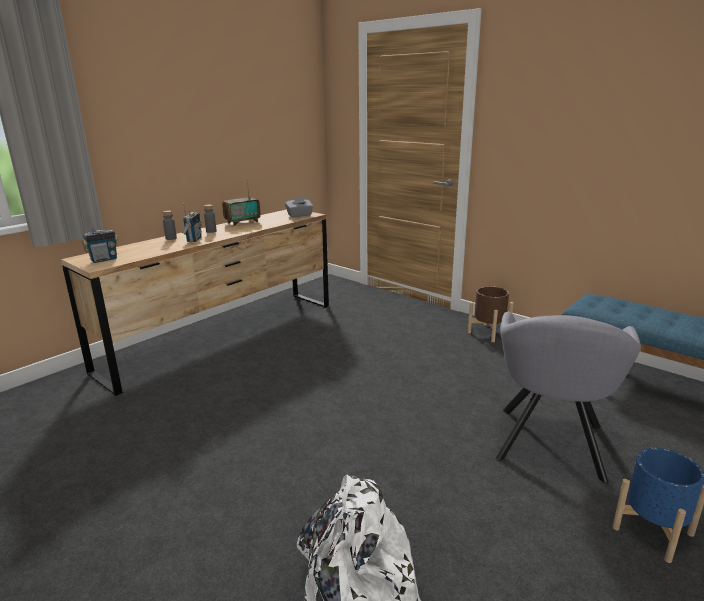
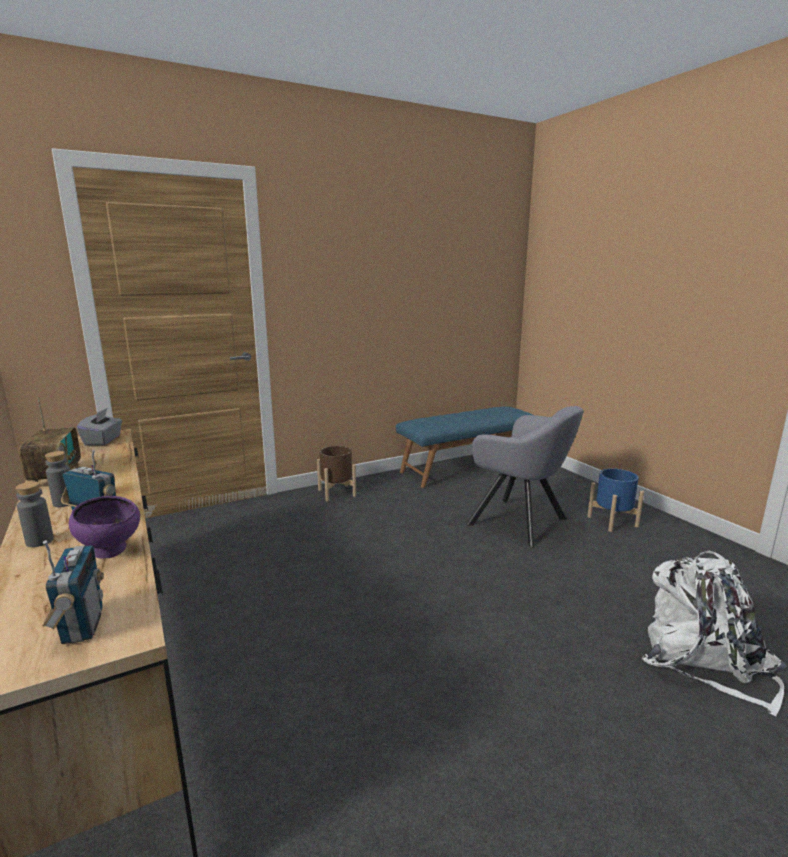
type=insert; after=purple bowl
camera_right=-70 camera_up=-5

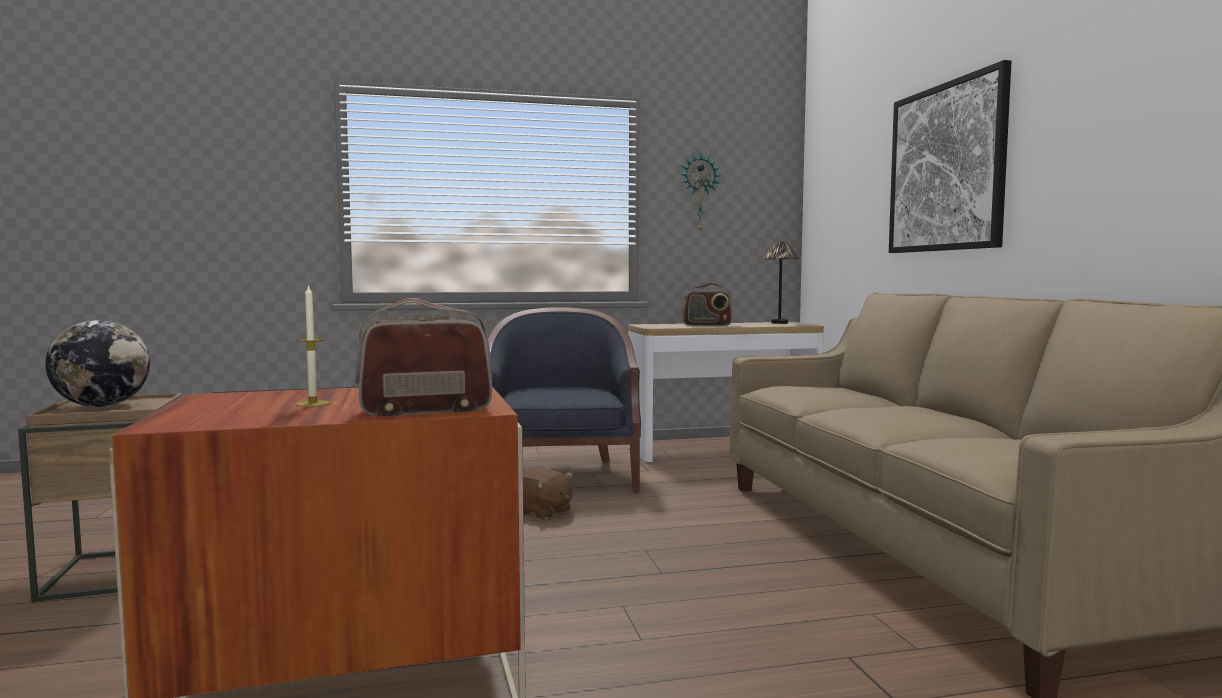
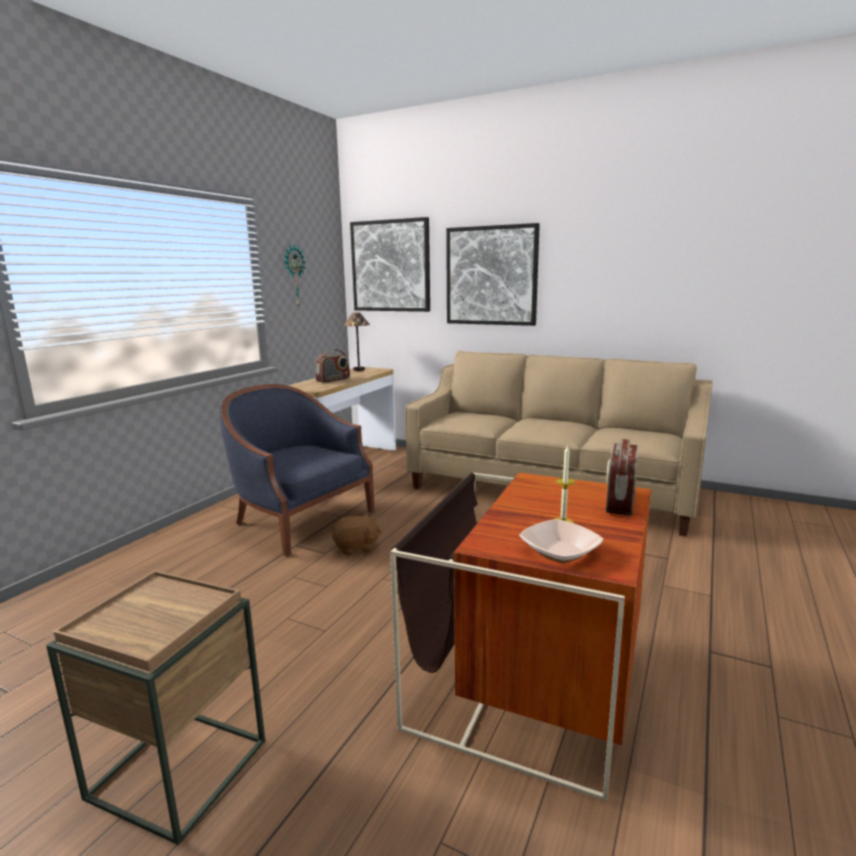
type=delete; before=globe
type=insert; after=picture (1st from left)
type=insert; after=bowl
camera_right=-50 camera_up=10

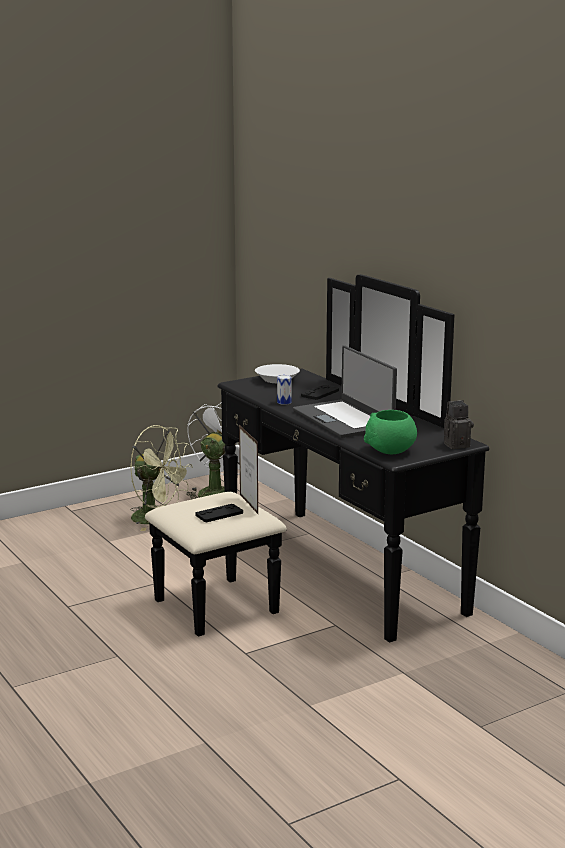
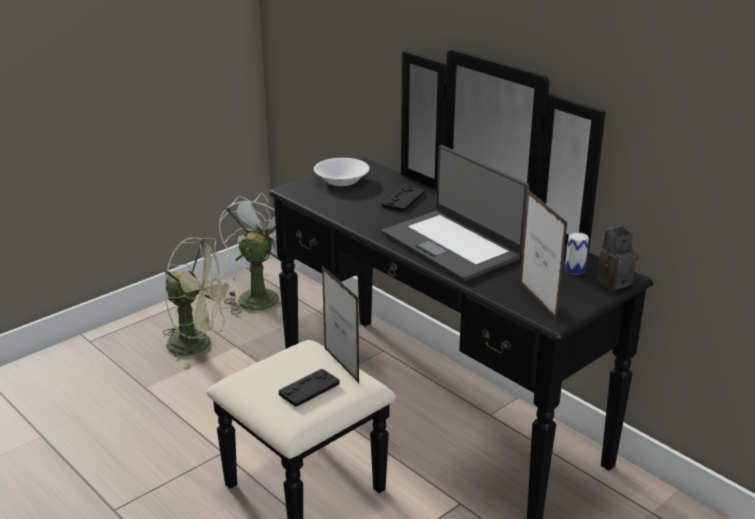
type=move; before=can
type=replace; before=green bowl; after=picture frame (2nd from left)
camera_right=-10 camera_up=10

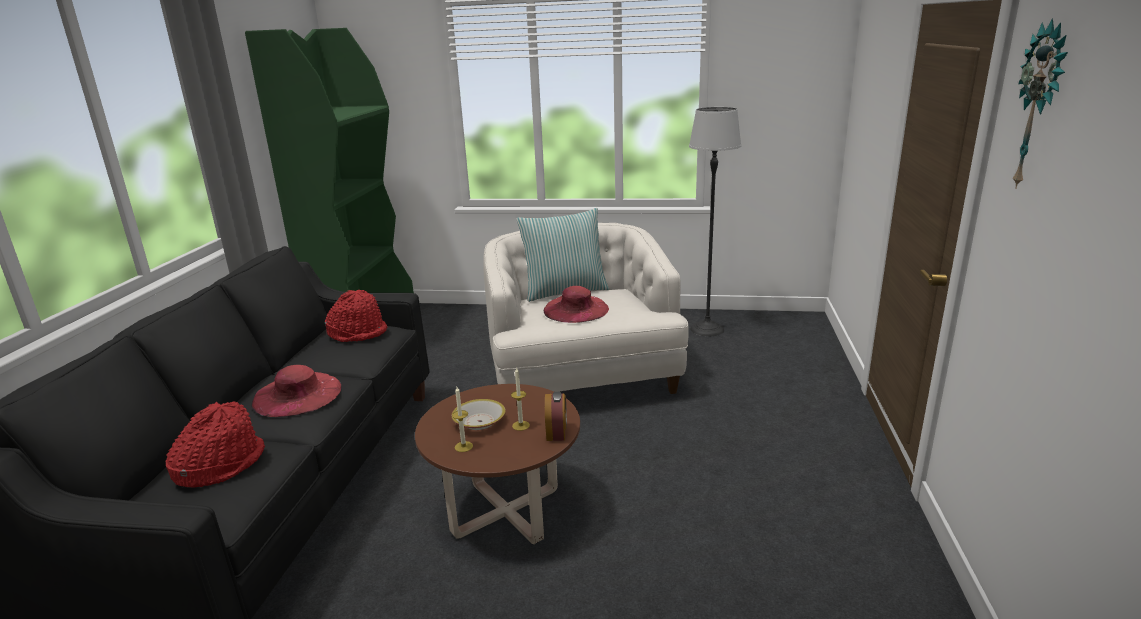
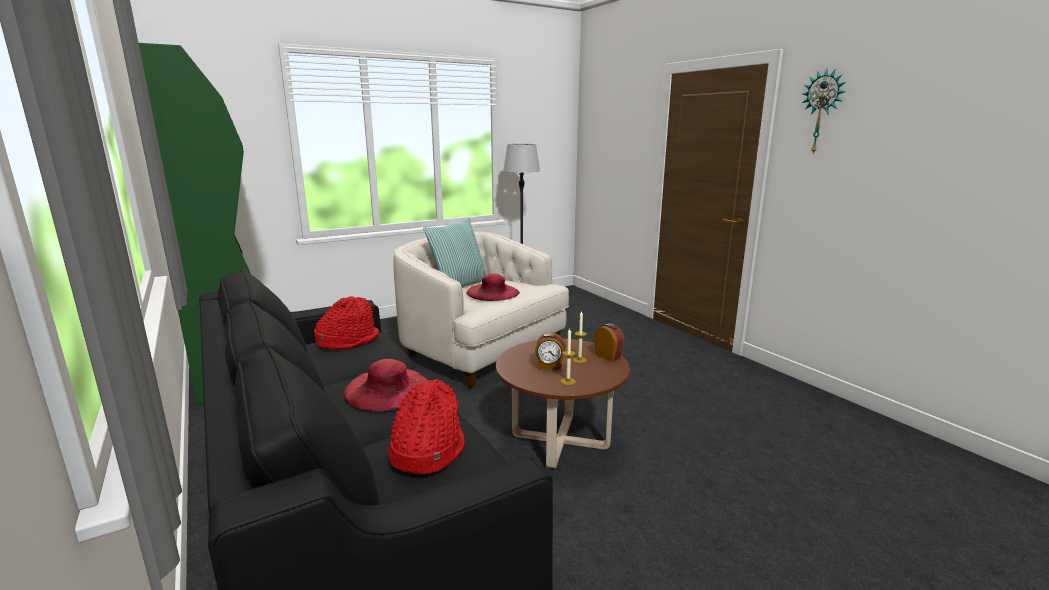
type=replace; before=bowl; after=alarm clock (1st from left)
camera_right=-40 camera_up=-5

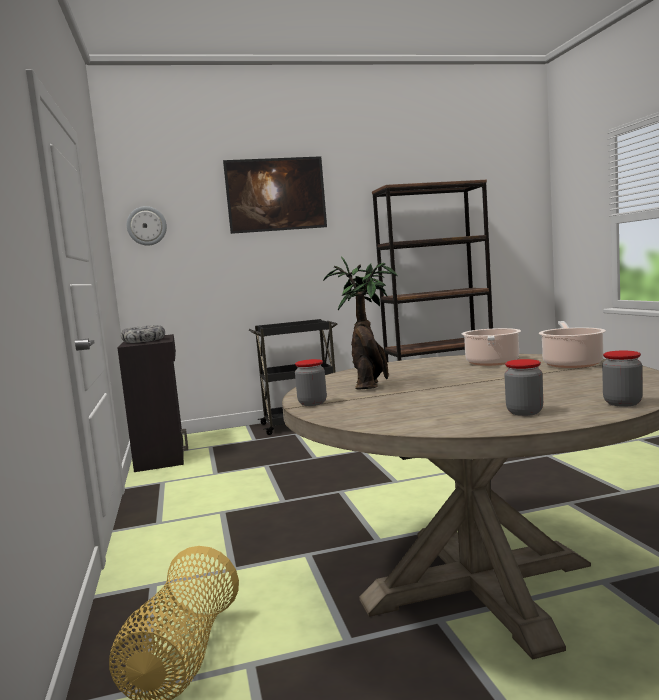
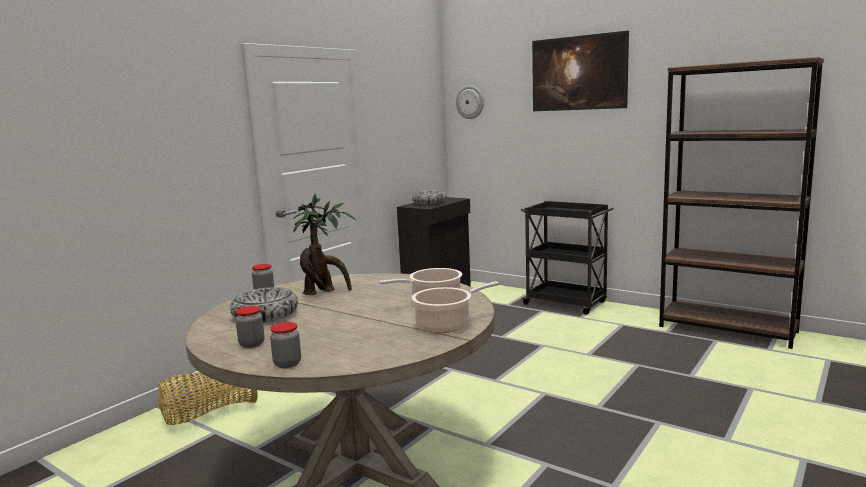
type=insert; after=bowl (1st from left)
camera_right=50 camera_up=5

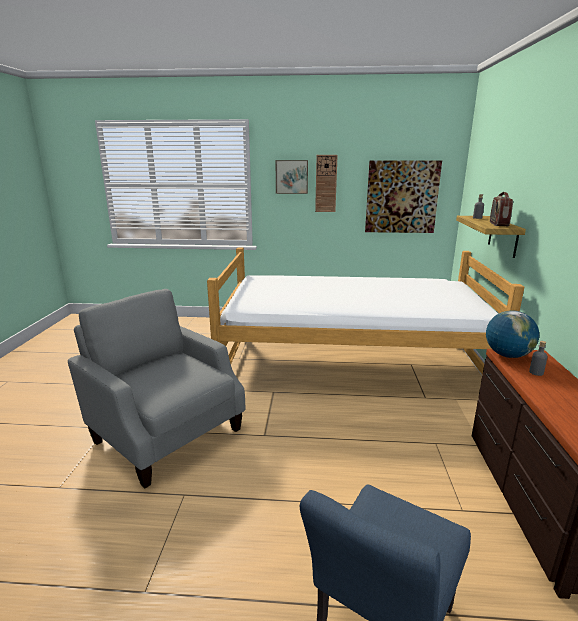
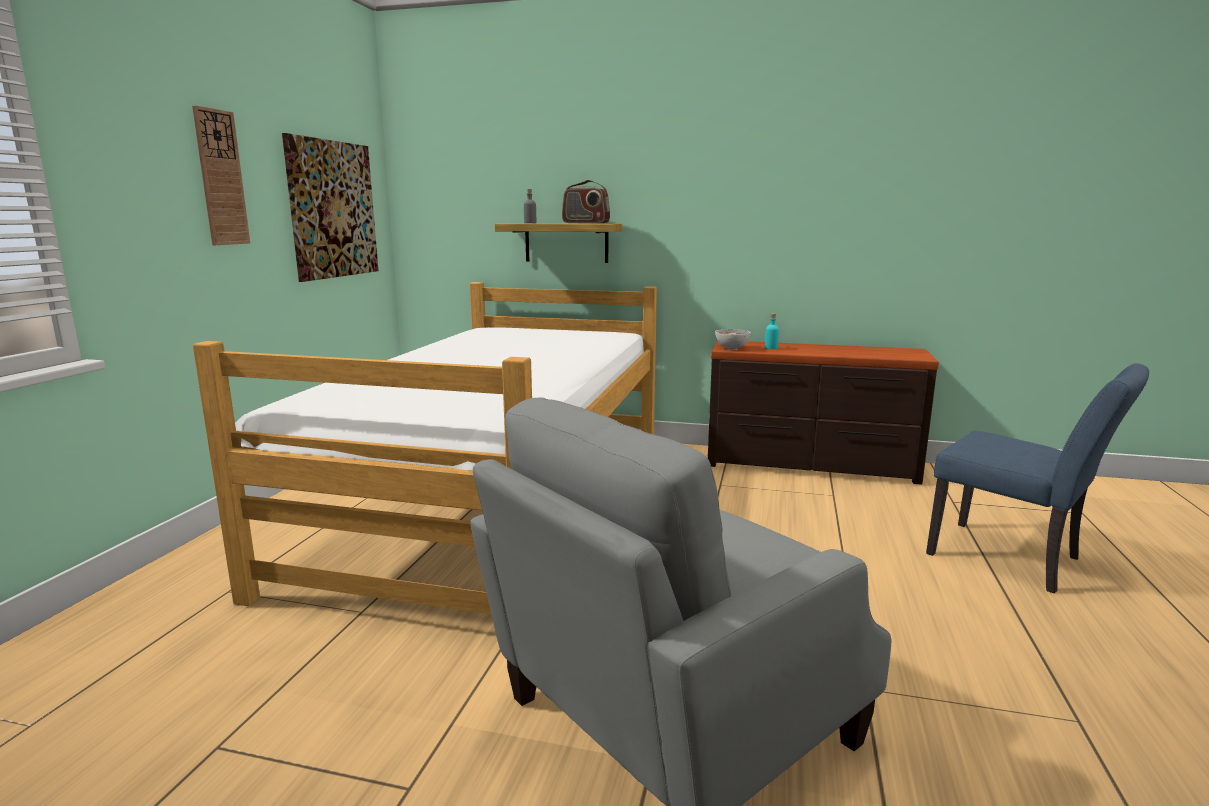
type=delete; before=picture (1st from left)
type=replace; before=globe; after=bowl
type=recolor; before=grey bottle (2nd from left); after=turquoise bottle
camera_right=-80 camera_up=-5

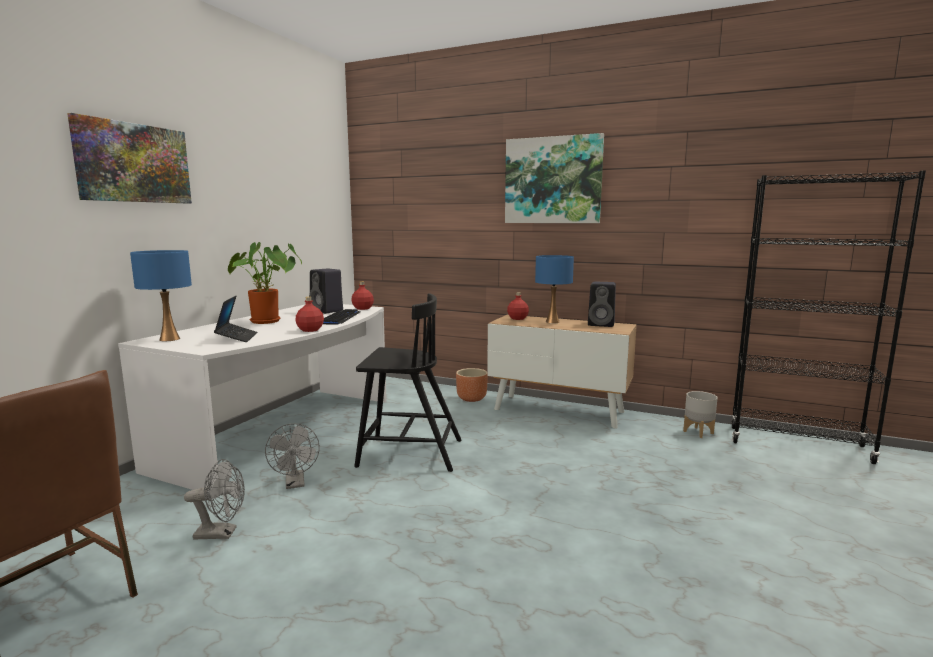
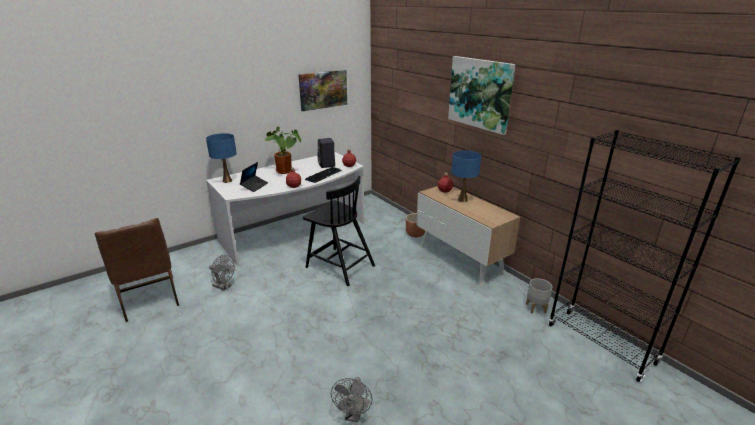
type=delete; before=black speaker (2nd from left)
type=move; before=picture (1st from left)
type=move; before=grey fan (2nd from left)
camera_right=30 camera_up=15

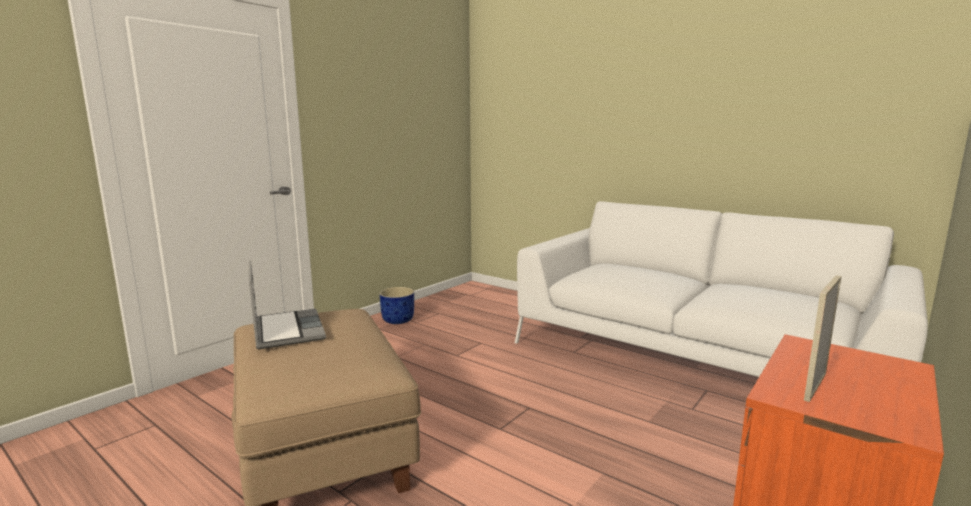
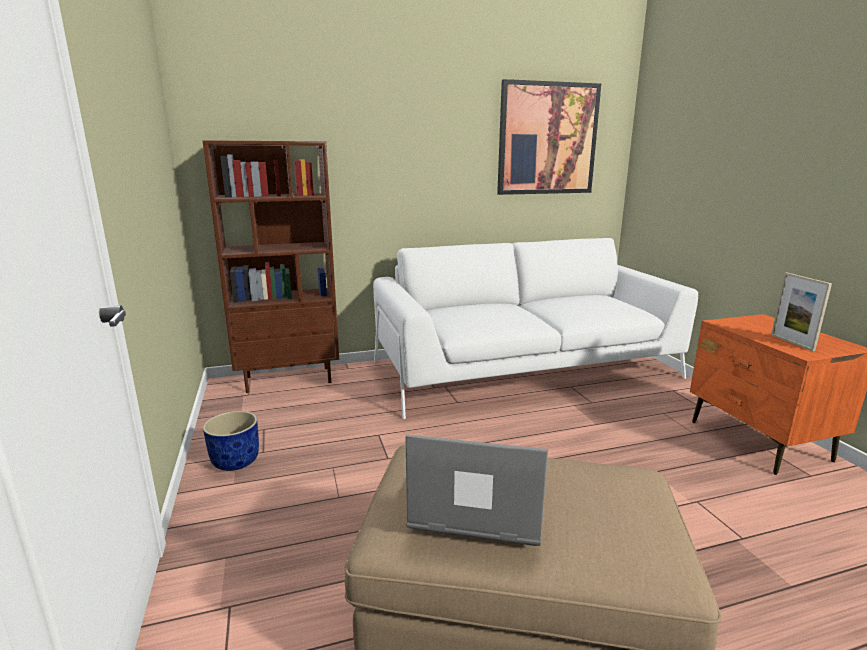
type=insert; after=brown bookcase
type=insert; after=picture
camera_right=-55 camera_up=5

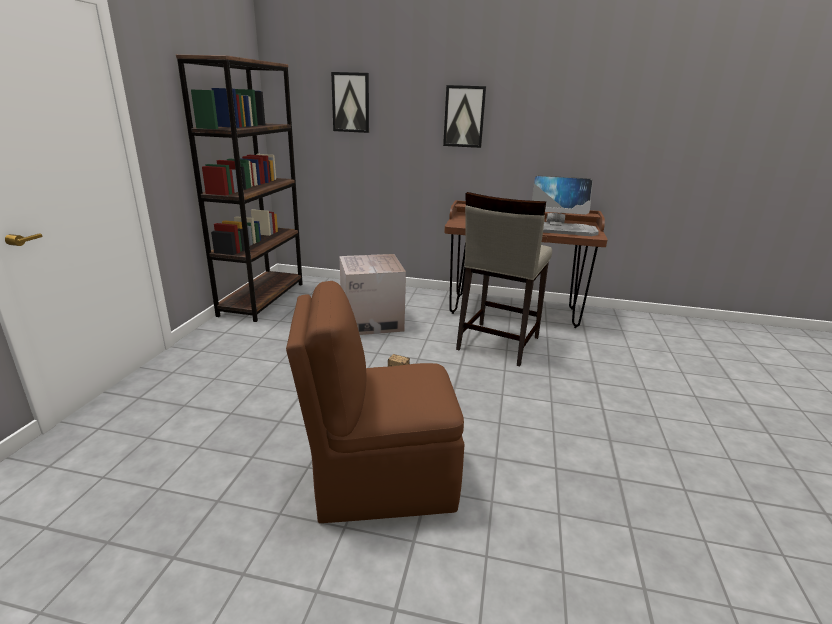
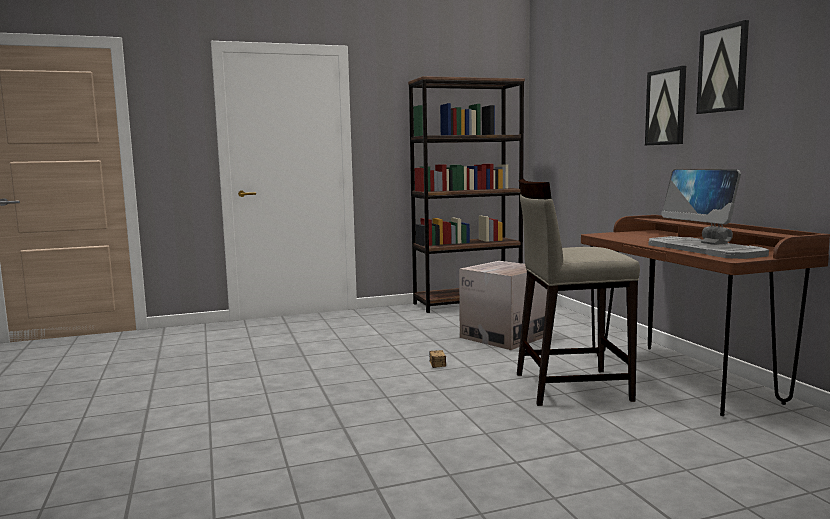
type=delete; before=brown chair
type=move; before=picture (1st from left in the first image); after=picture (2nd from left)
camera_right=60 camera_up=-15

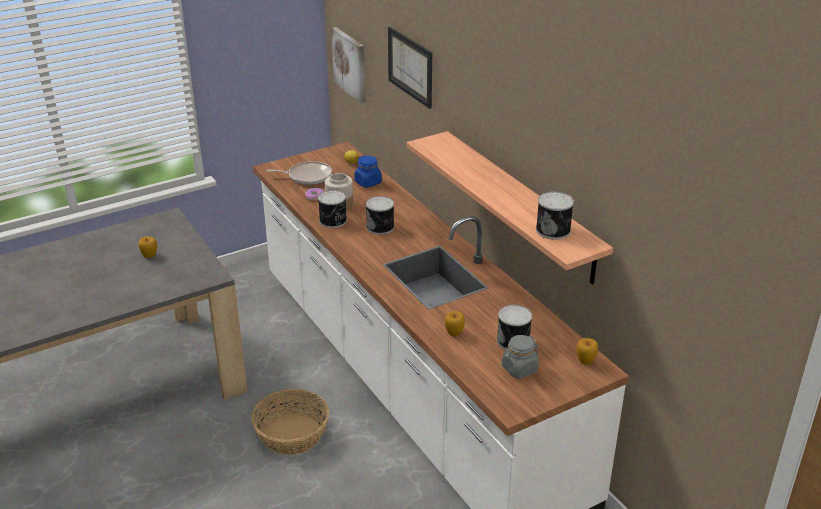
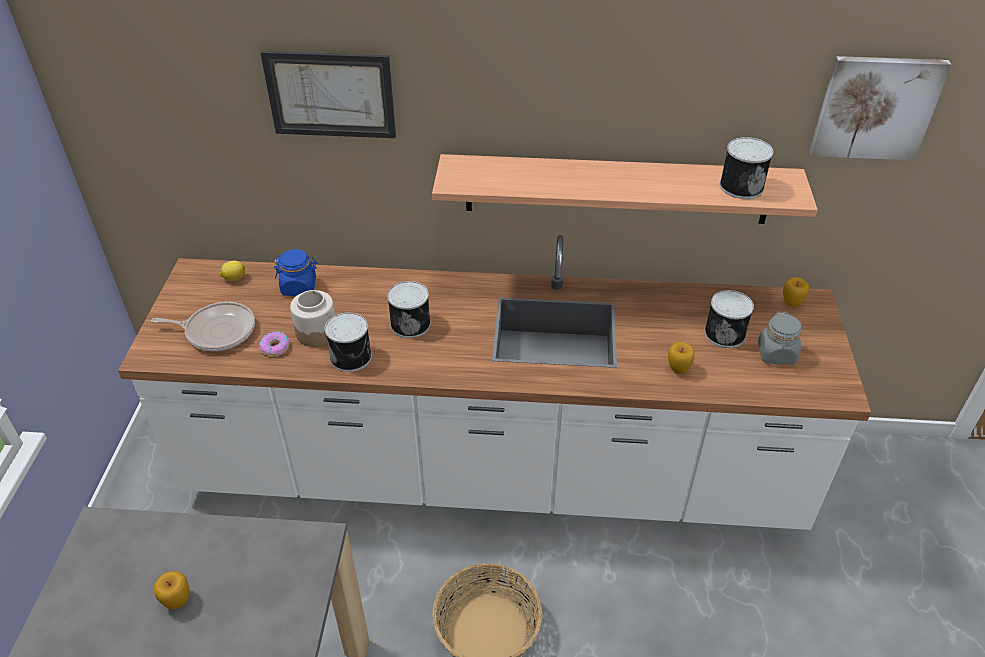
type=move; before=picture (1st from left in the first image); after=picture (2nd from left)
type=rotate; before=frying pan; turn=60
camera_right=-55 camera_up=10

